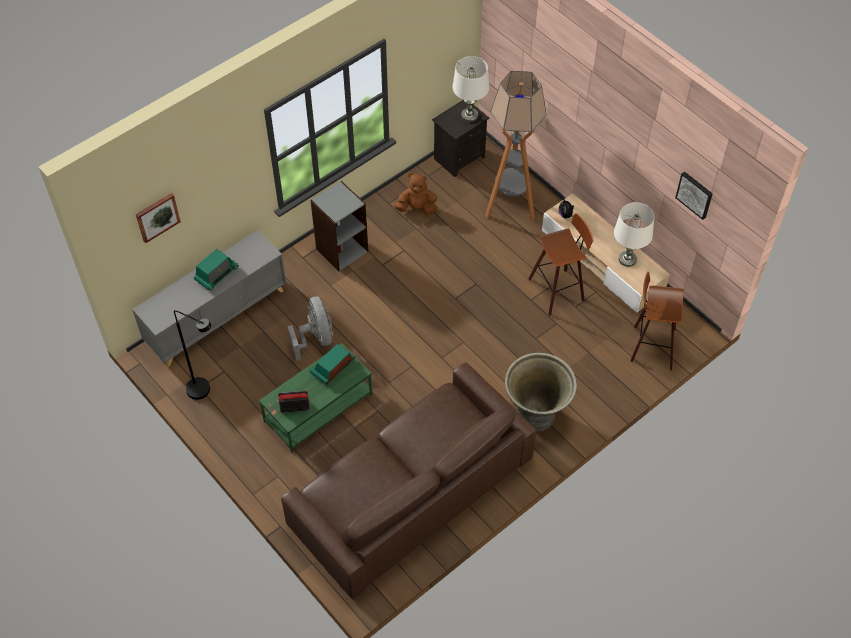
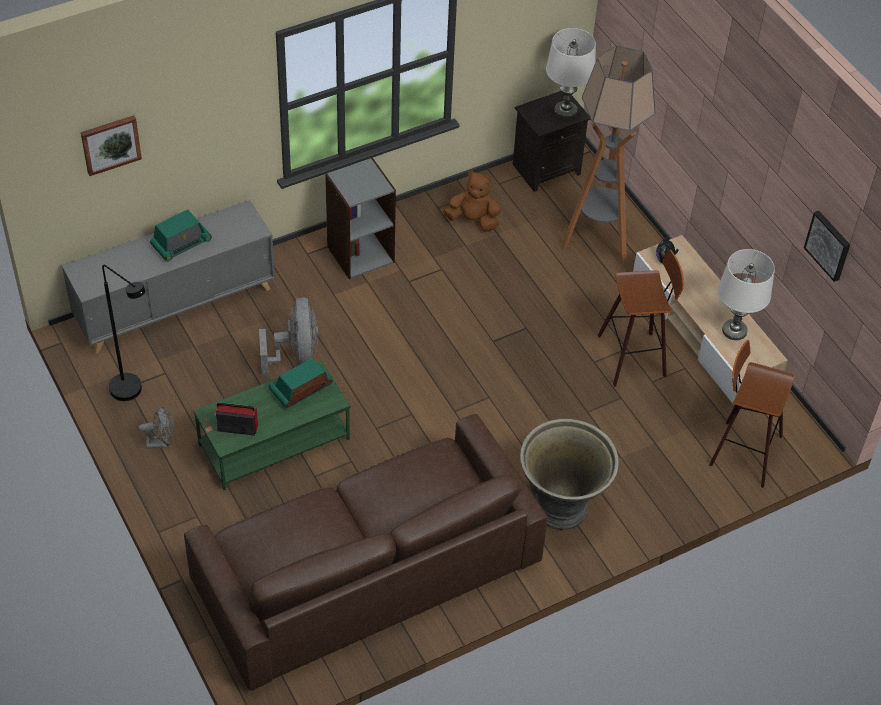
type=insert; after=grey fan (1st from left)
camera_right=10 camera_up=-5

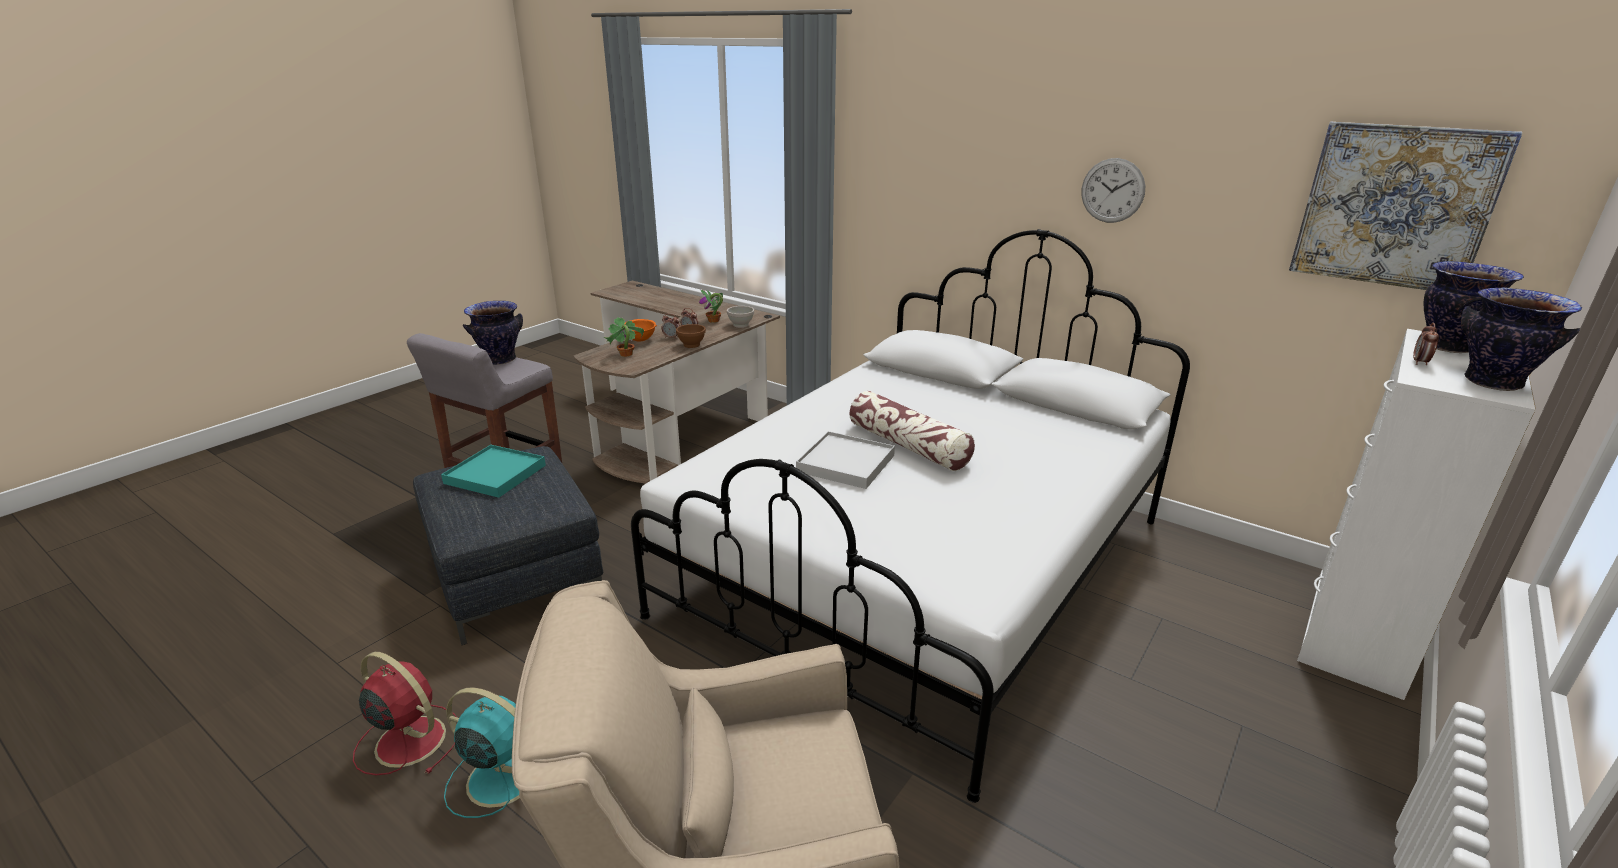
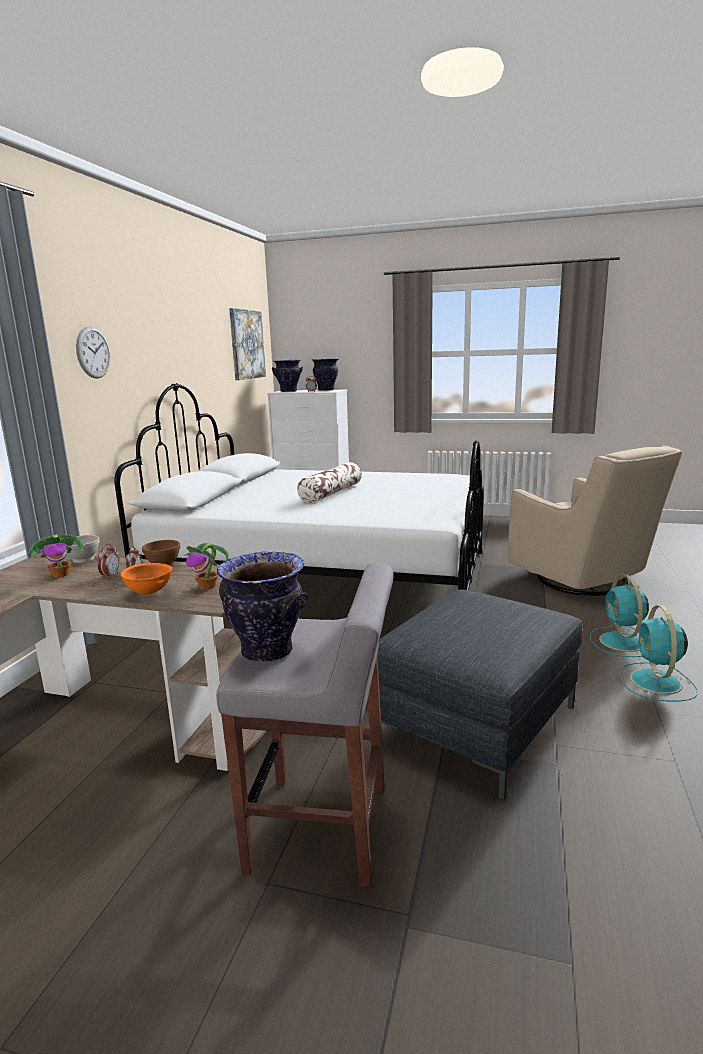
type=delete; before=turquoise tray
type=delete; before=white tray
type=move; before=wall clock
type=recolor; before=red fan; after=turquoise fan (2nd from left)
camera_right=-110 camera_up=-10

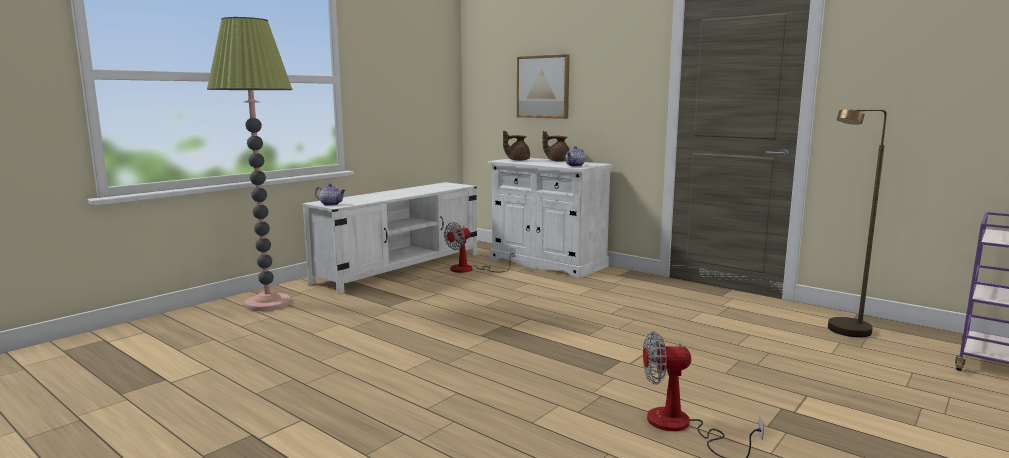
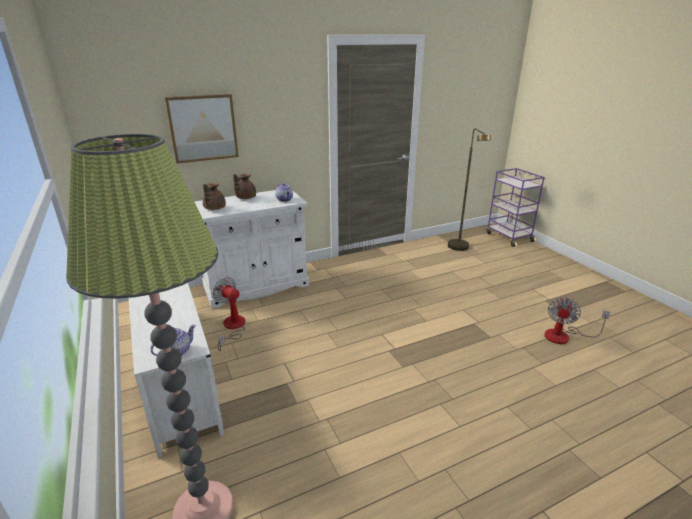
type=rotate; before=fan (1st from left); turn=150
camera_right=-65 camera_up=15

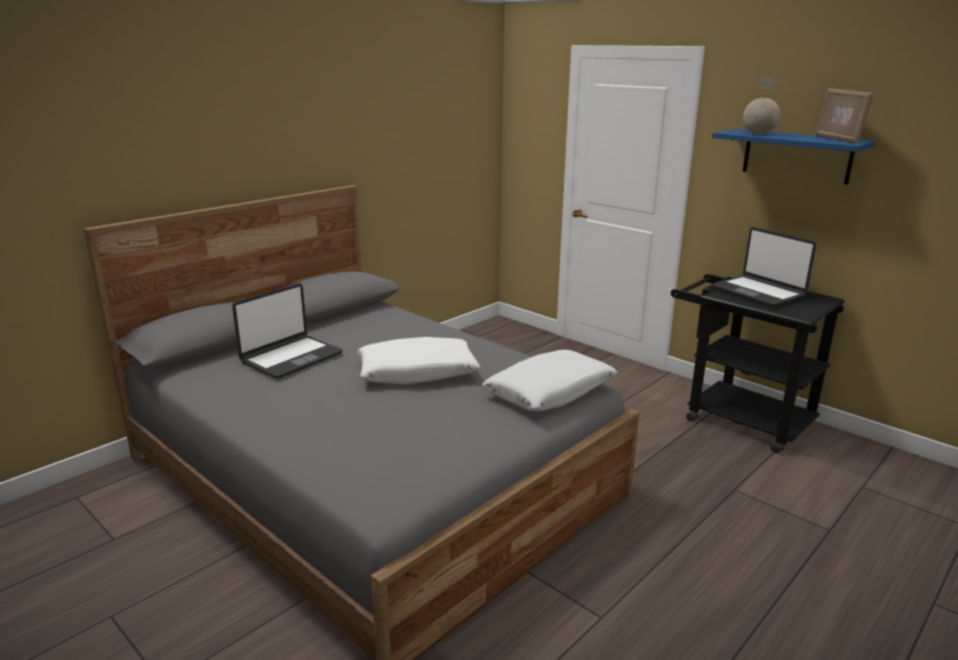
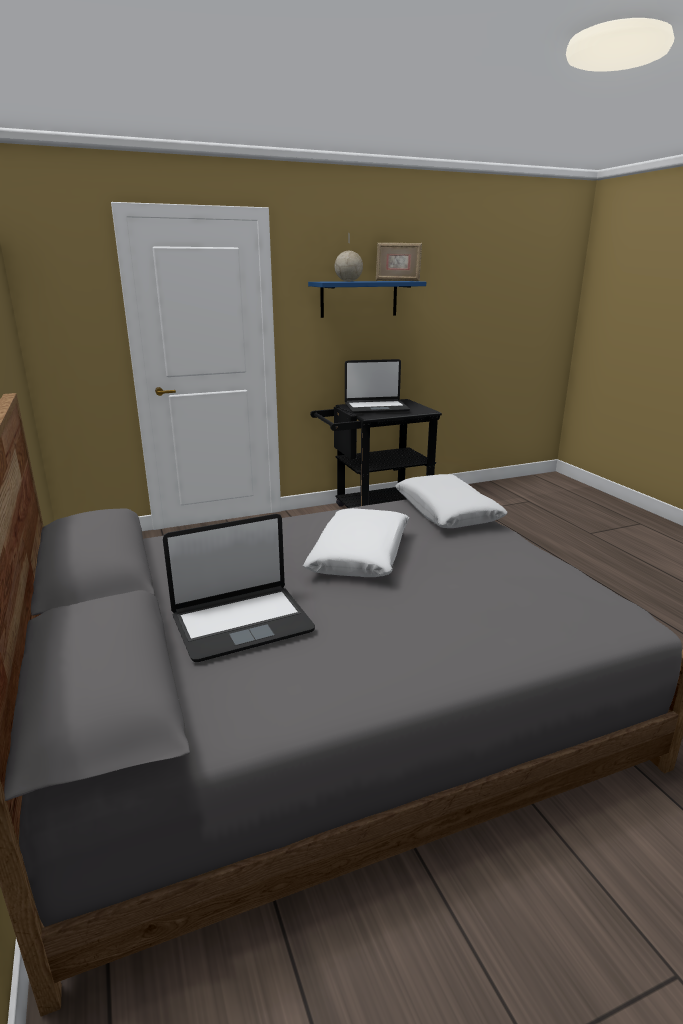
type=rotate; before=laptop (1st from left); turn=90
camera_right=-65 camera_up=0

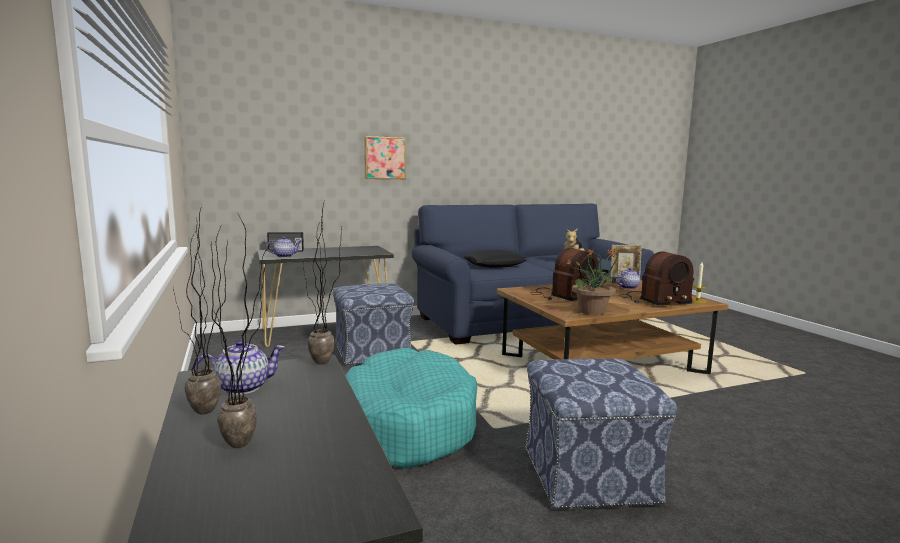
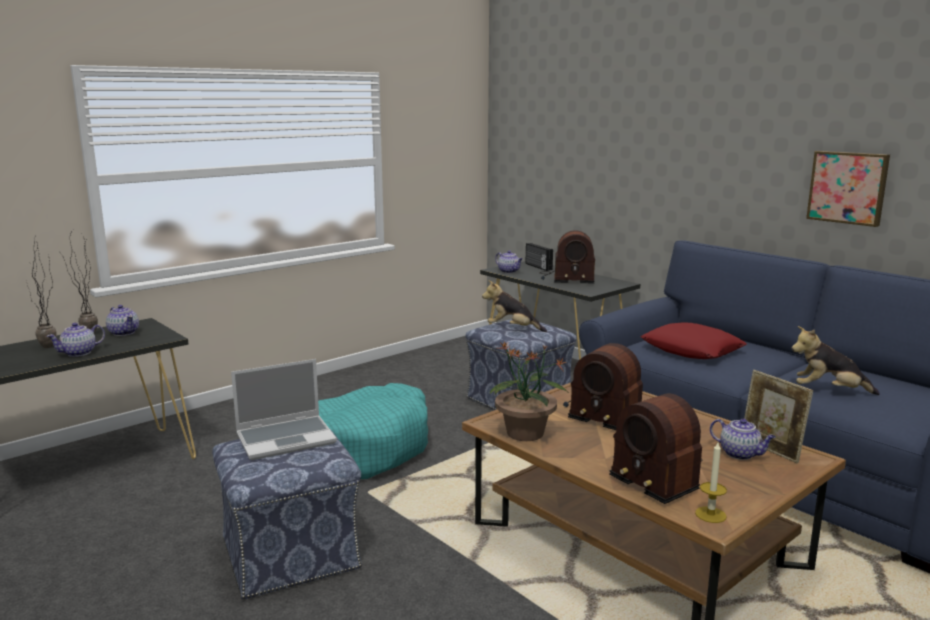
type=delete; before=potted plant (3rd from left)
type=insert; after=teapot (1st from left)
type=insert; after=laptop
type=insert; after=plush toy (1st from left)
type=insert; after=radio (2nd from left)
type=move; before=picture
type=recolor; before=black pillow; after=red pillow
camera_right=70 camera_up=5

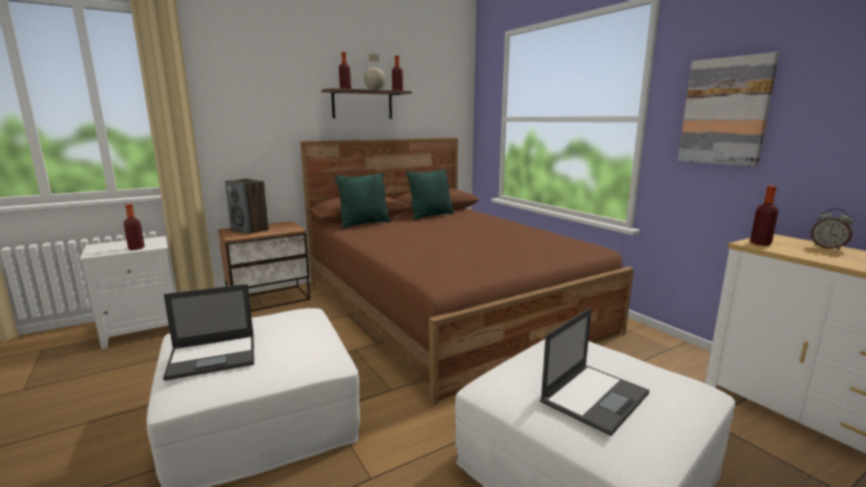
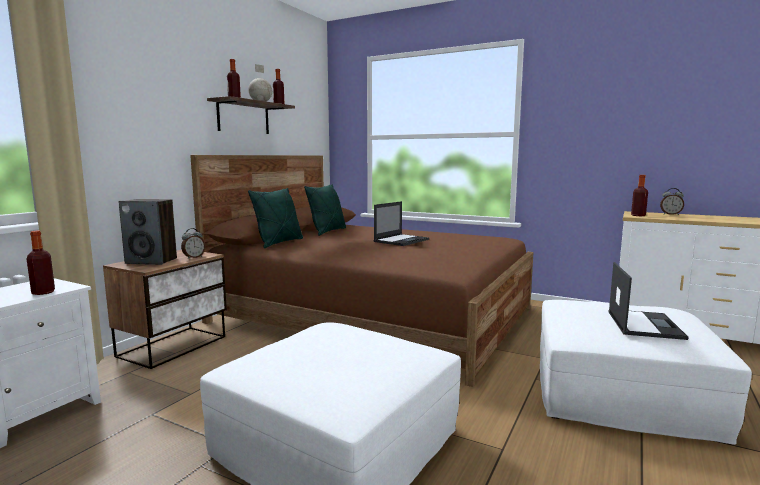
type=delete; before=picture
type=insert; after=alarm clock (1st from left)
type=move; before=laptop (1st from left)
camera_right=-30 camera_up=-5

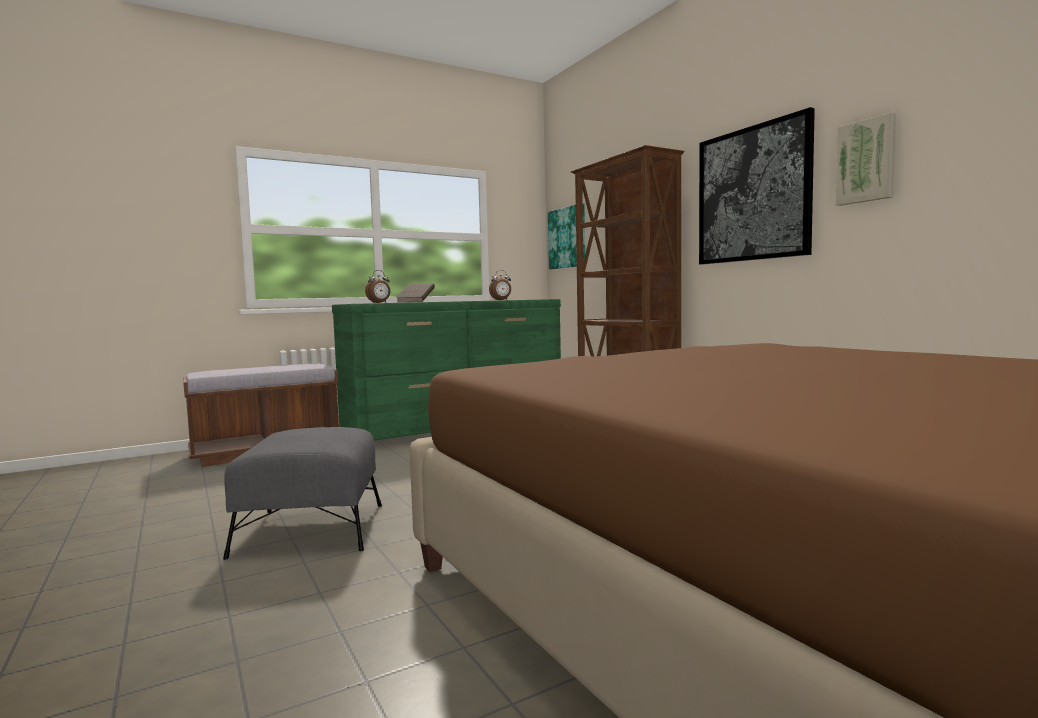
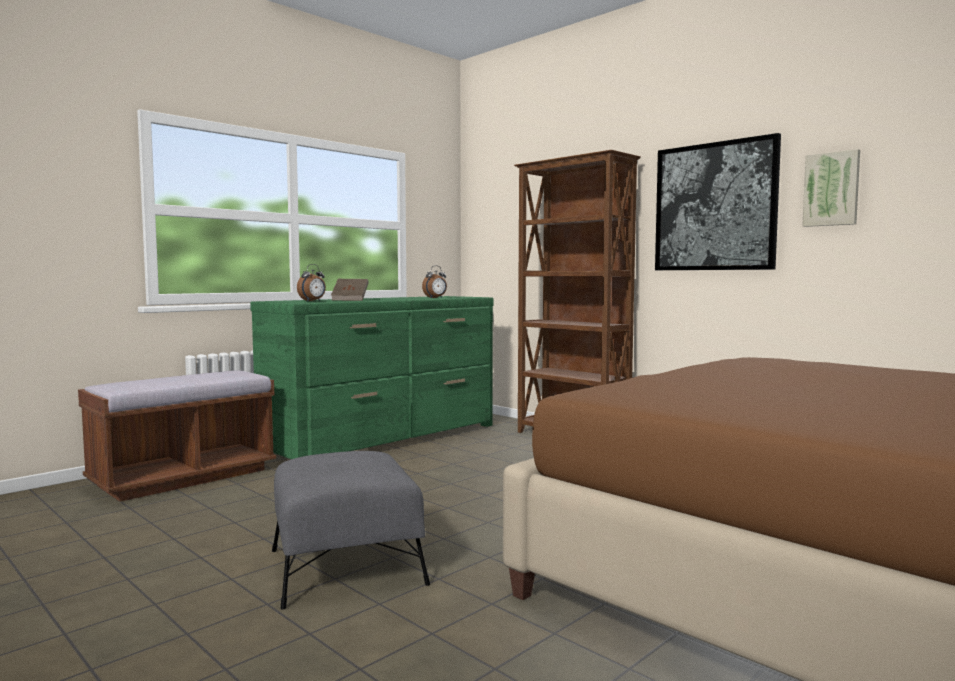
type=delete; before=picture (1st from left)
camera_right=-15 camera_up=0

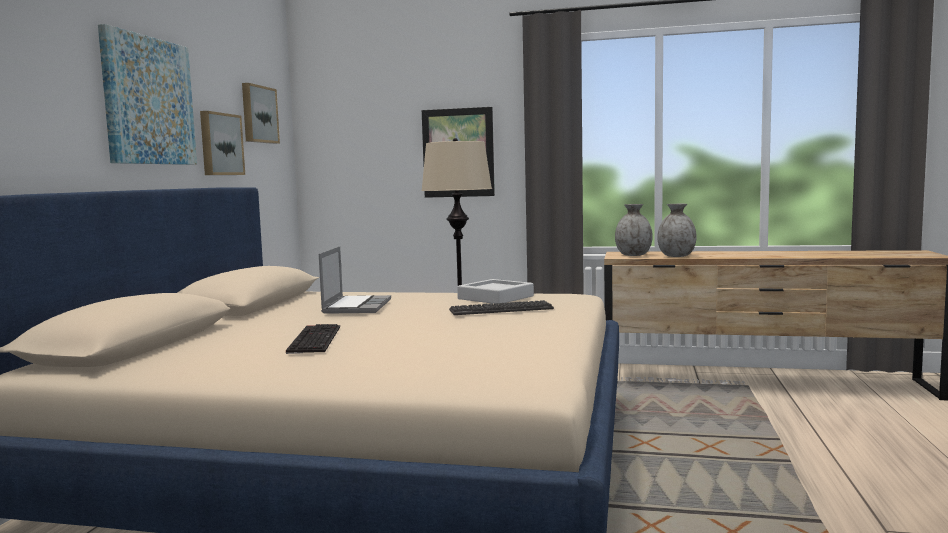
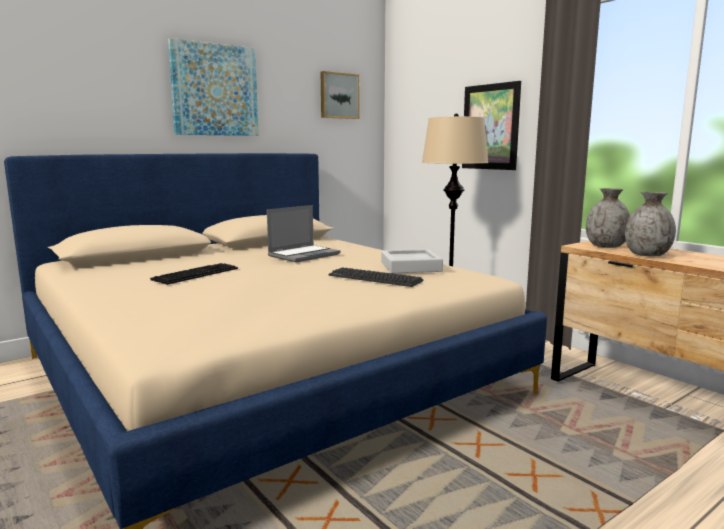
type=delete; before=picture (2nd from left)
camera_right=40 camera_up=5

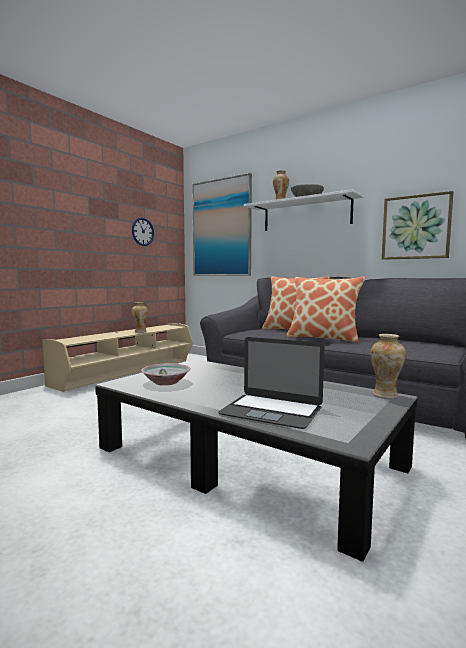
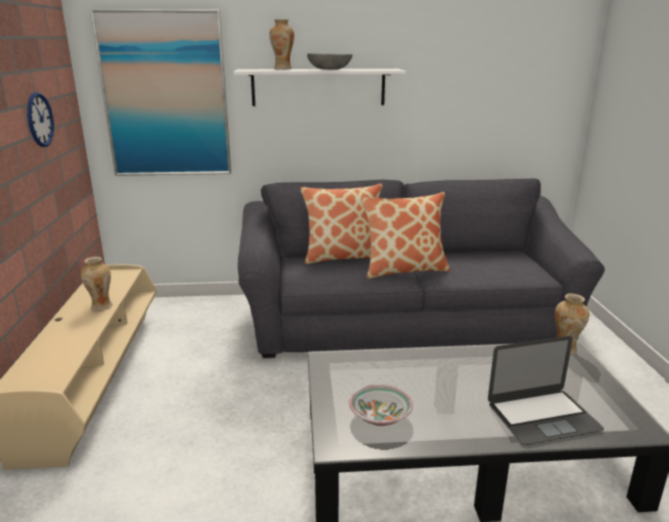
type=delete; before=picture (2nd from left)
camera_right=-40 camera_up=15

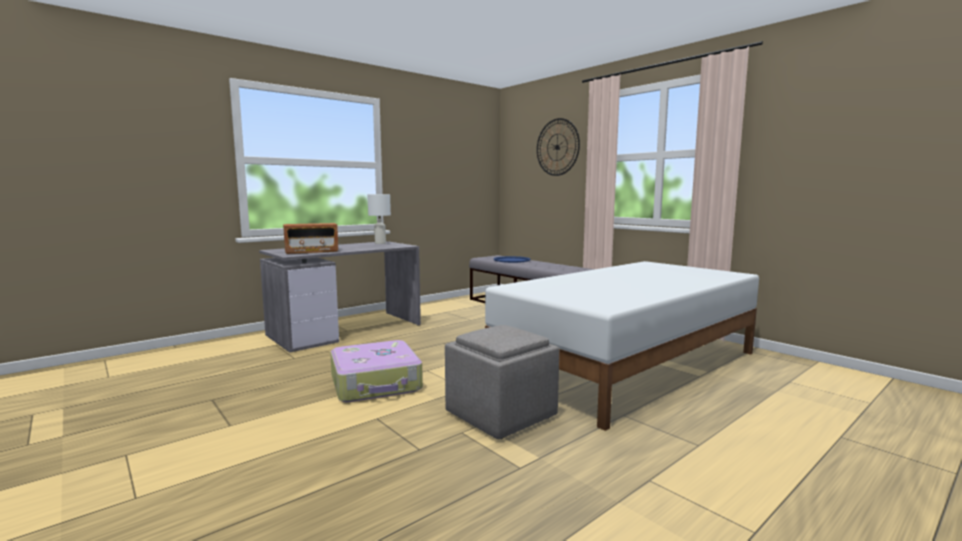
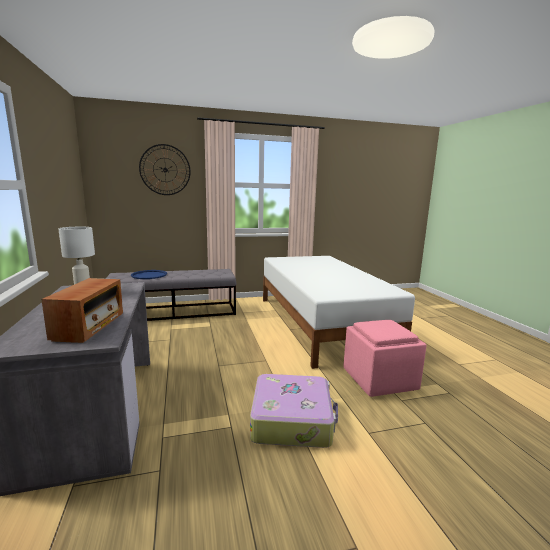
type=recolor; before=grey ottoman; after=pink ottoman
camera_right=-65 camera_up=5

